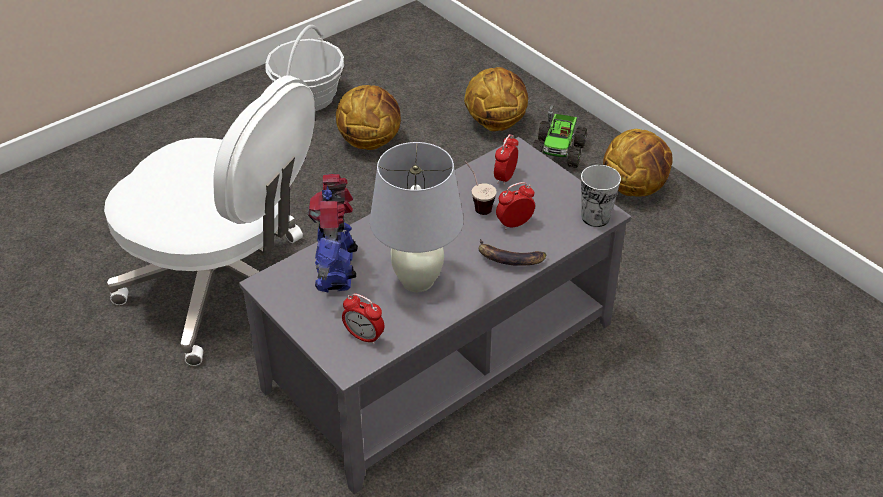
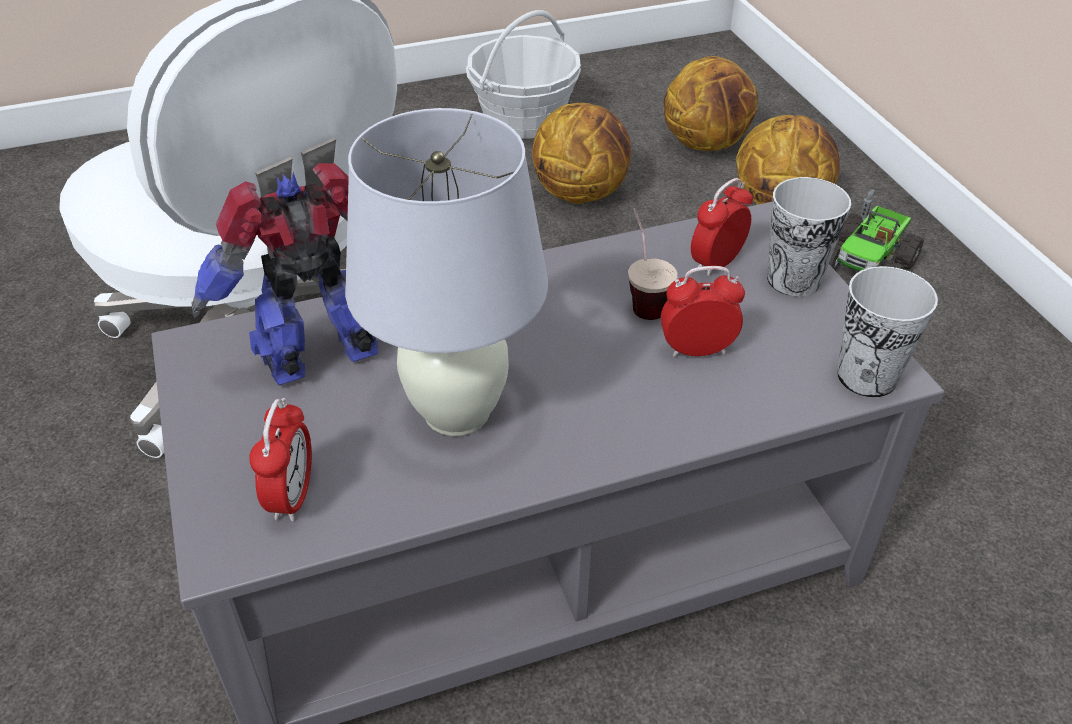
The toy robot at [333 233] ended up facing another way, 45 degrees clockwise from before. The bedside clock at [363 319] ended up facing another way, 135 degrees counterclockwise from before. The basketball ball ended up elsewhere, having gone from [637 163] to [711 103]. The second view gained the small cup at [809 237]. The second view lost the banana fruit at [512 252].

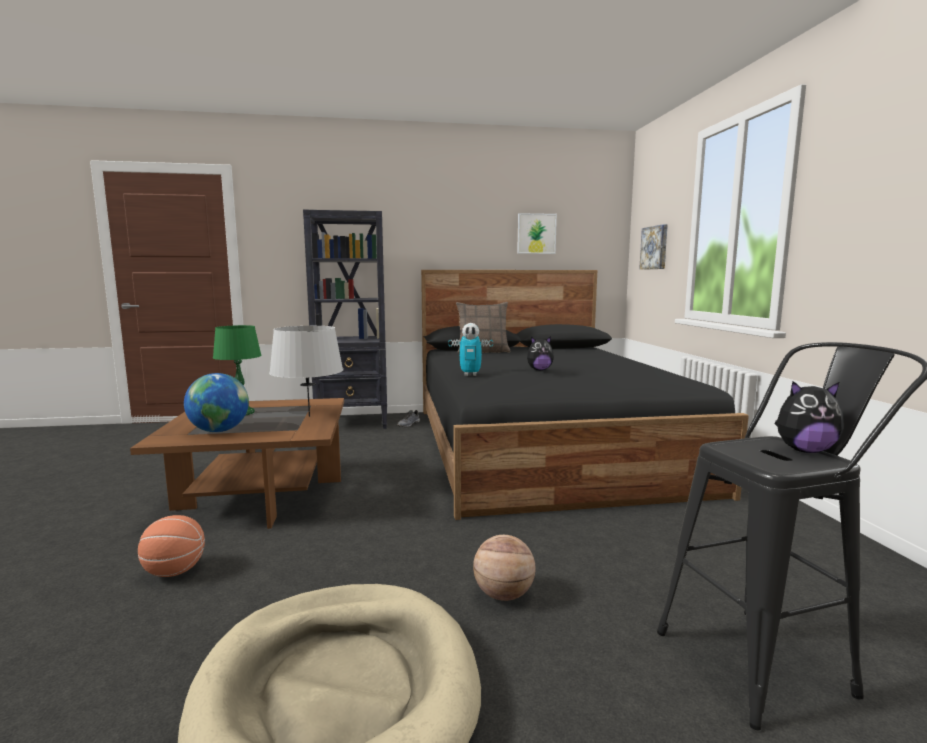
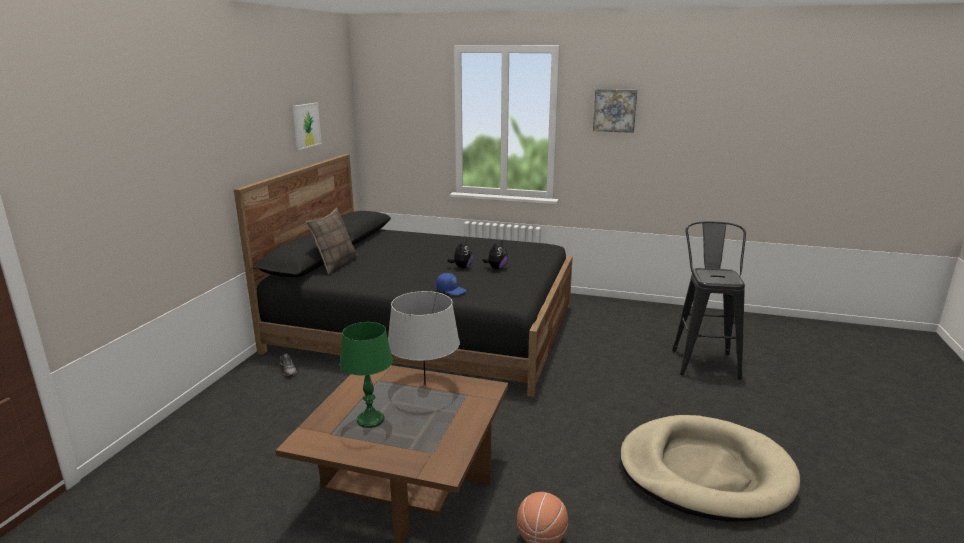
Where the toy robot stood at [470 349], the blue cap came to stand at [451 284]. The cuddly toy ended up elsewhere, having gone from [809 417] to [495 254]. The picture ended up elsewhere, having gone from [653 247] to [615 111]. The second view lost the desk globe at [216 402]. The second view lost the black-coloured bookcase at [345 319]. The second view lost the basketball ball at [504 568].

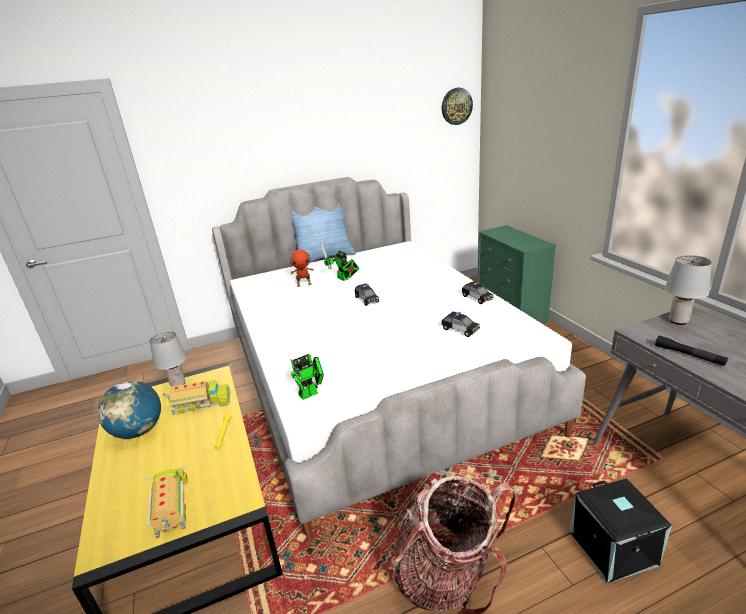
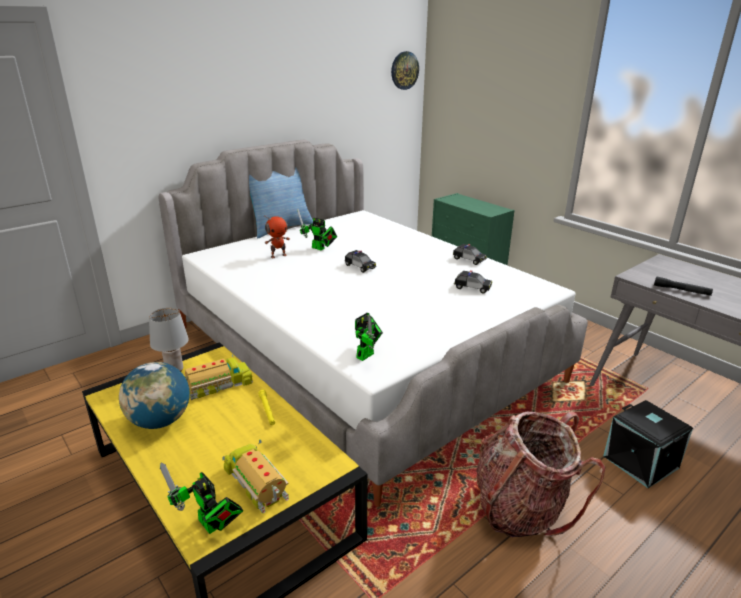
The second view gained the toy robot at [201 498]. The second view lost the gray table lamp at [688 290].

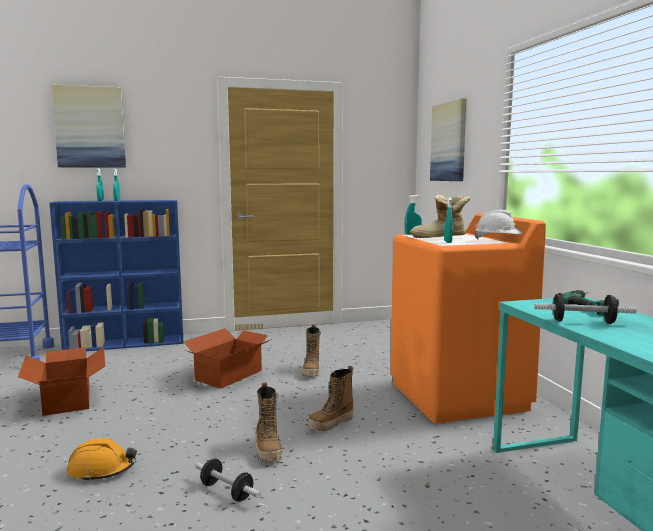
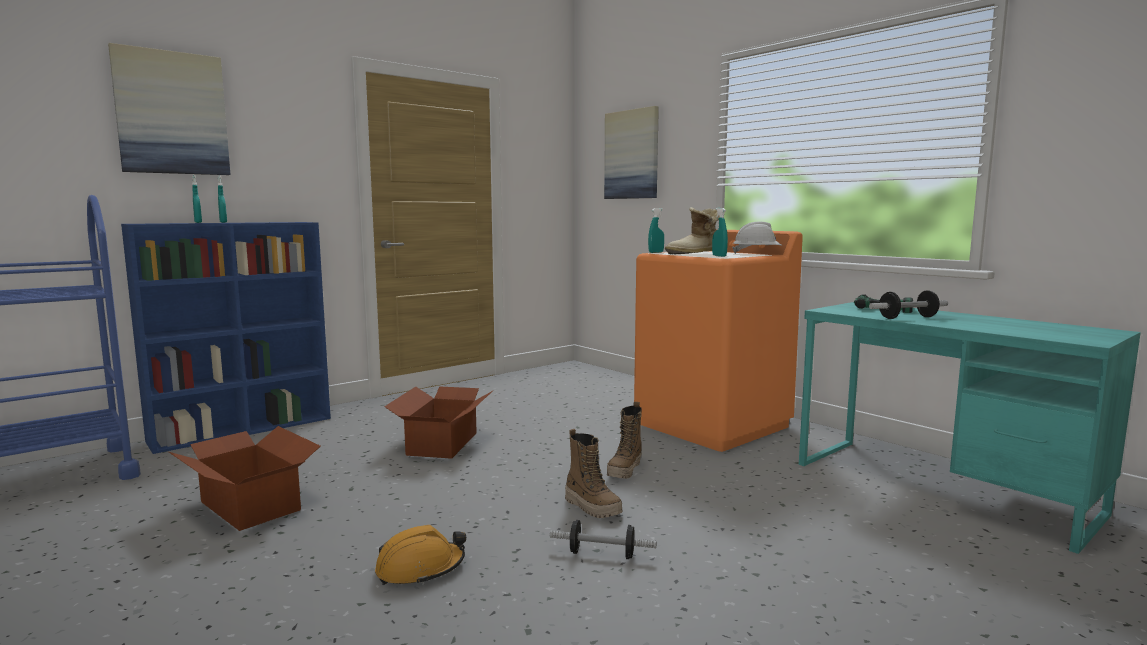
The second view lost the boot at [311 350].

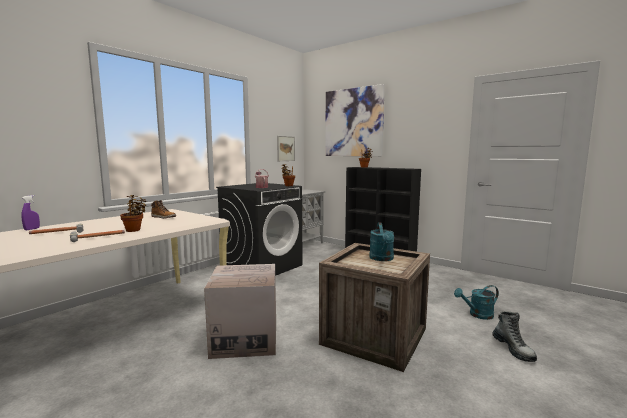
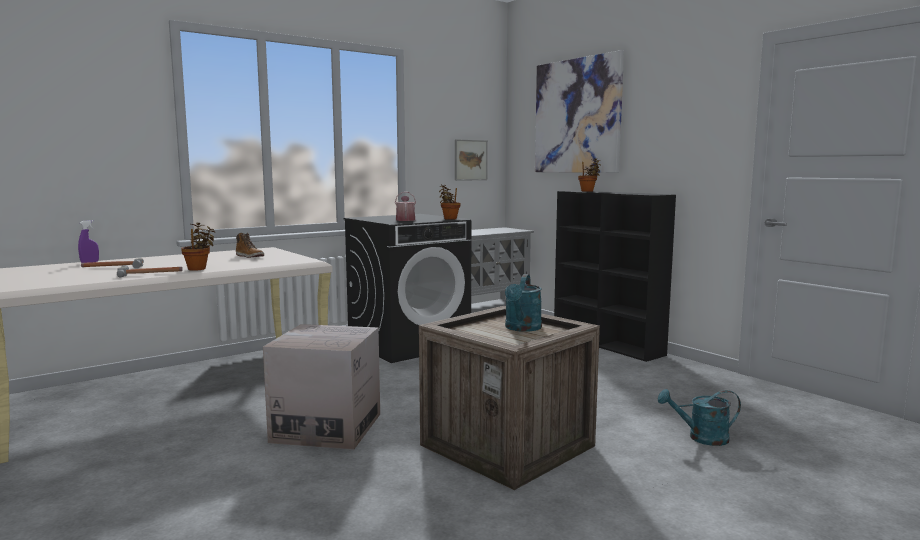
The second view lost the boot at [515 336].

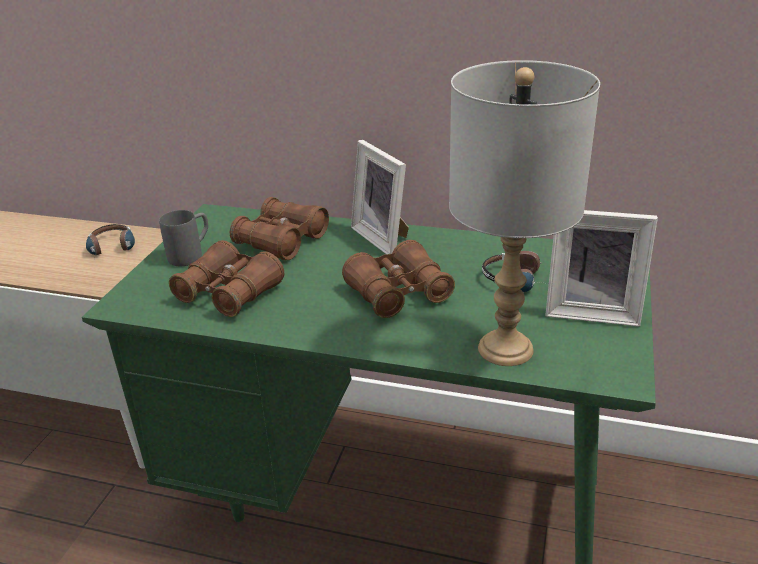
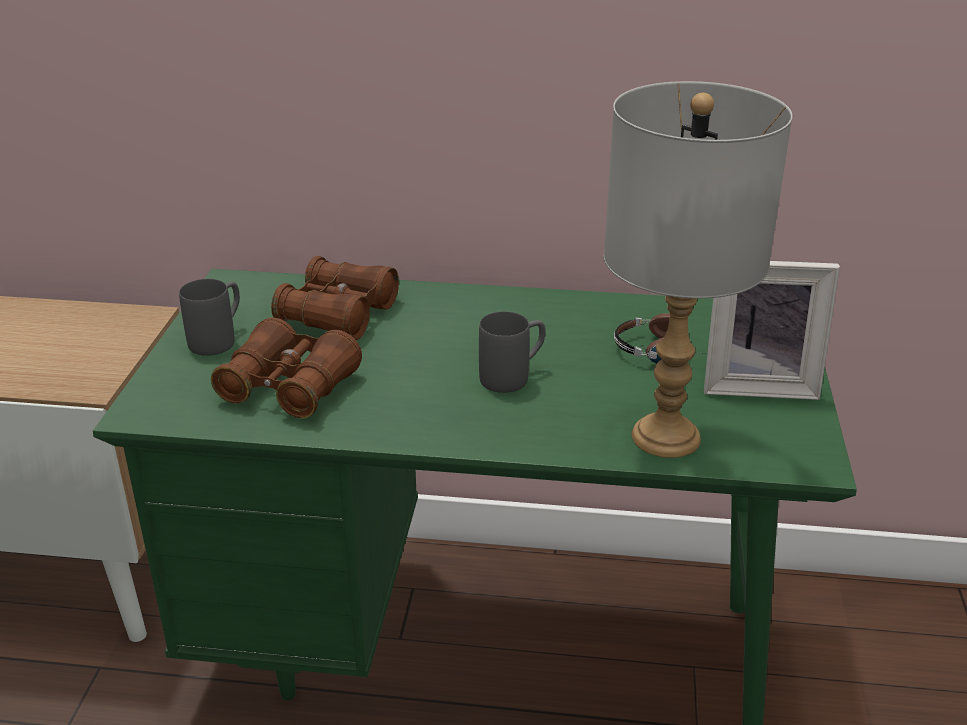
Where the brownish binoculars stood at [398 279], the gray coffee mug came to stand at [512 352]. The second view lost the headphones at [110 239]. The second view lost the picture frame at [380 197].

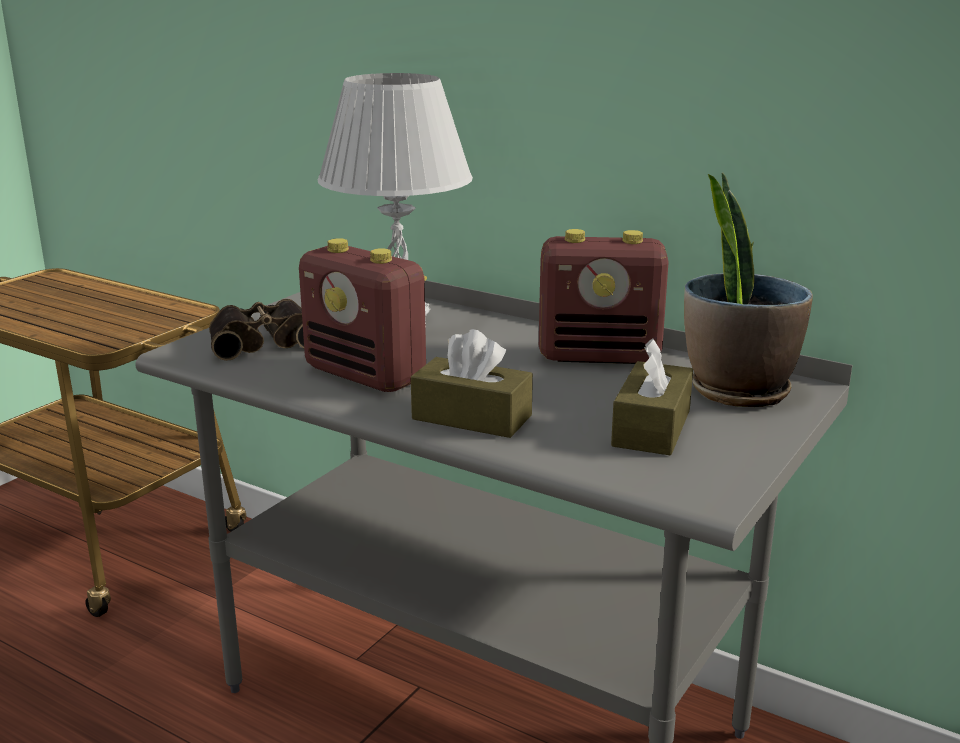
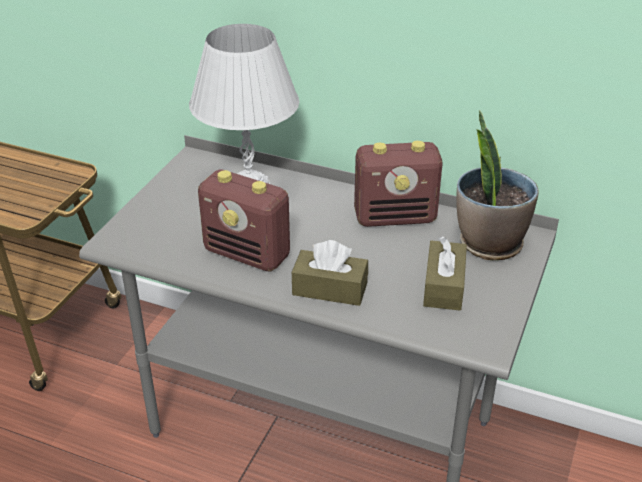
The second view lost the binoculars at [256 330].

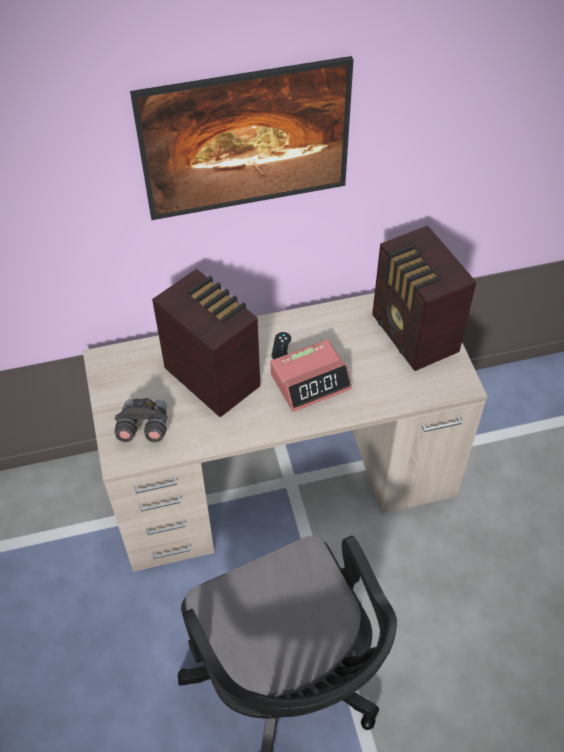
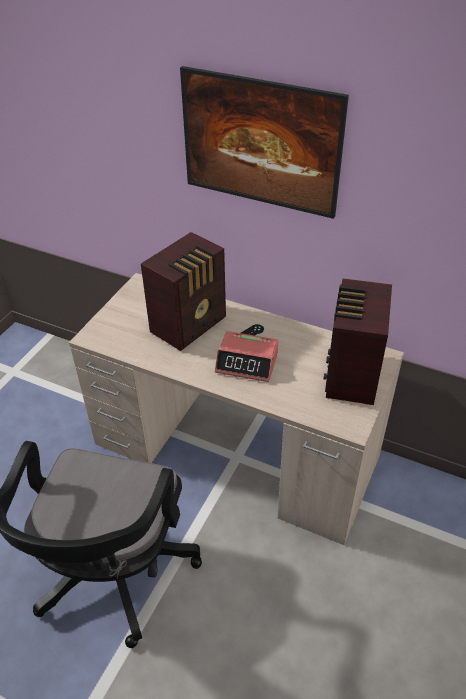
The radio receiver at [206 343] ended up facing another way, 45 degrees clockwise from before. The second view lost the gray binoculars at [141 420].

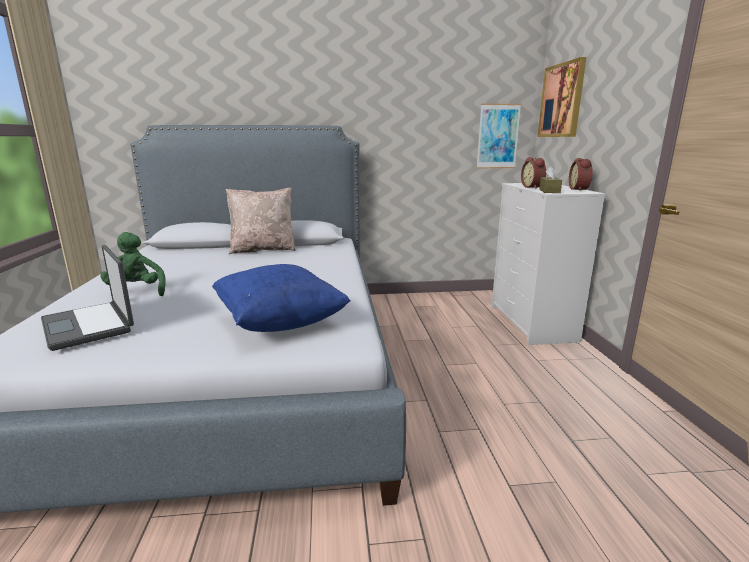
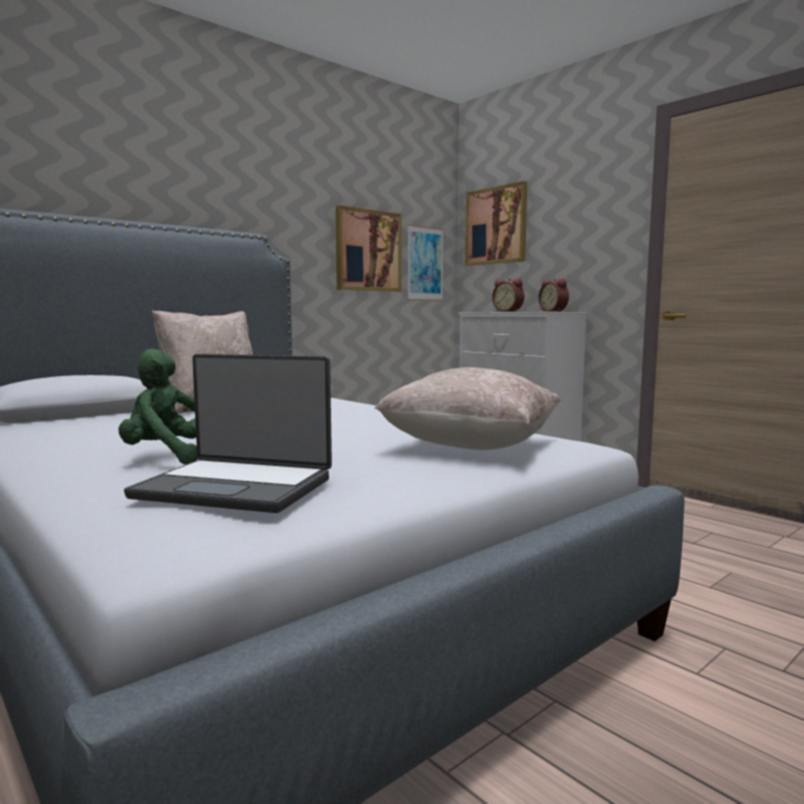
The second view gained the picture at [368 248]. What was the blue throw pillow at [281 298] turned into the beige throw pillow at [468 408]. The second view lost the brownish tissue box at [550 179].

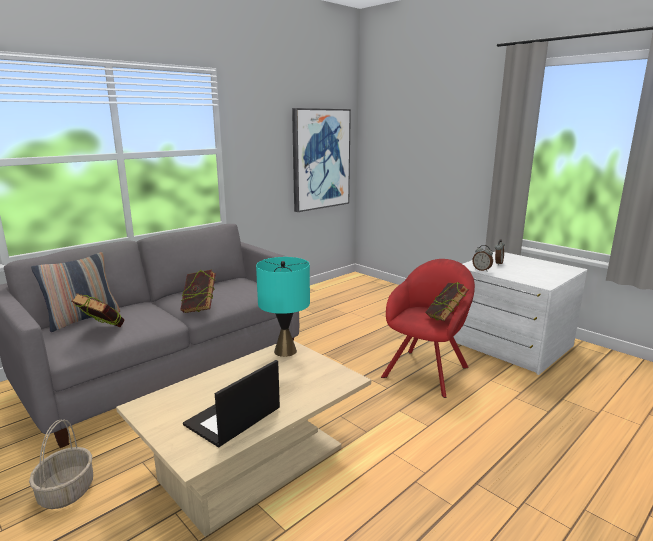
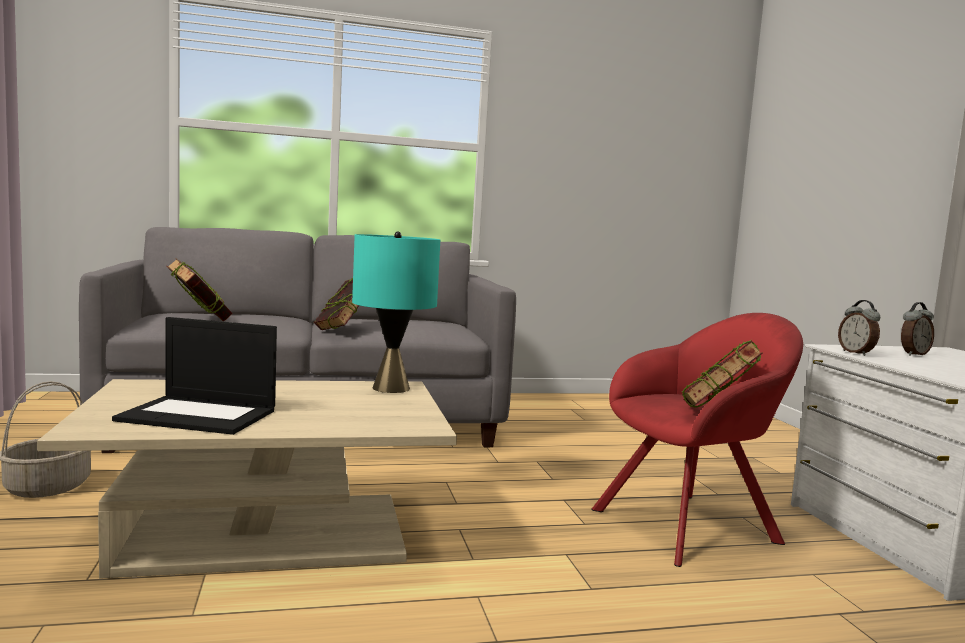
The portable computer at [231 403] ended up facing another way, 150 degrees counterclockwise from before. The second view lost the throw pillow at [75 292]. The second view lost the picture at [321 160].

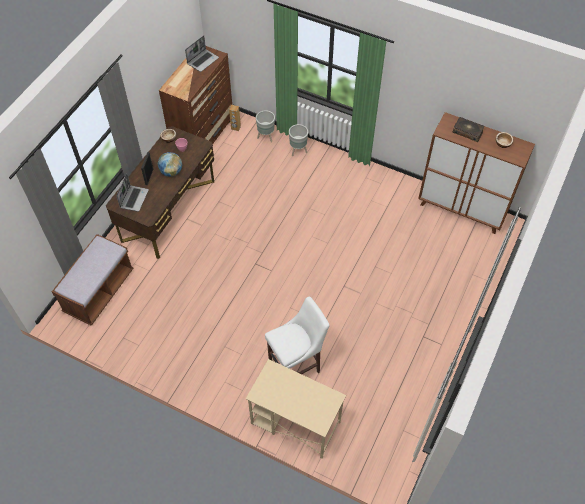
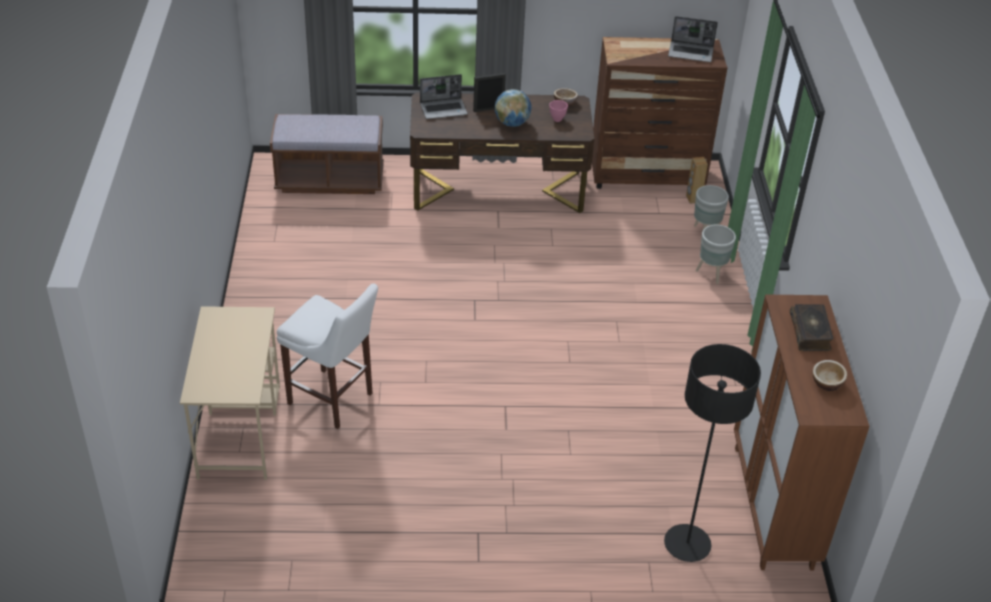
The second view gained the black-coloured standing lamp at [712 453].

